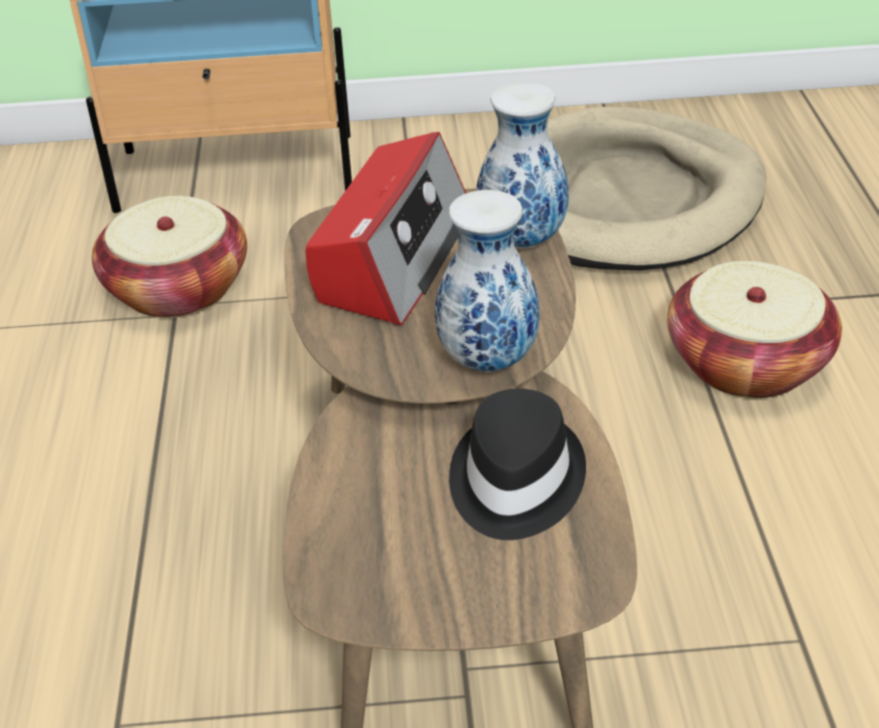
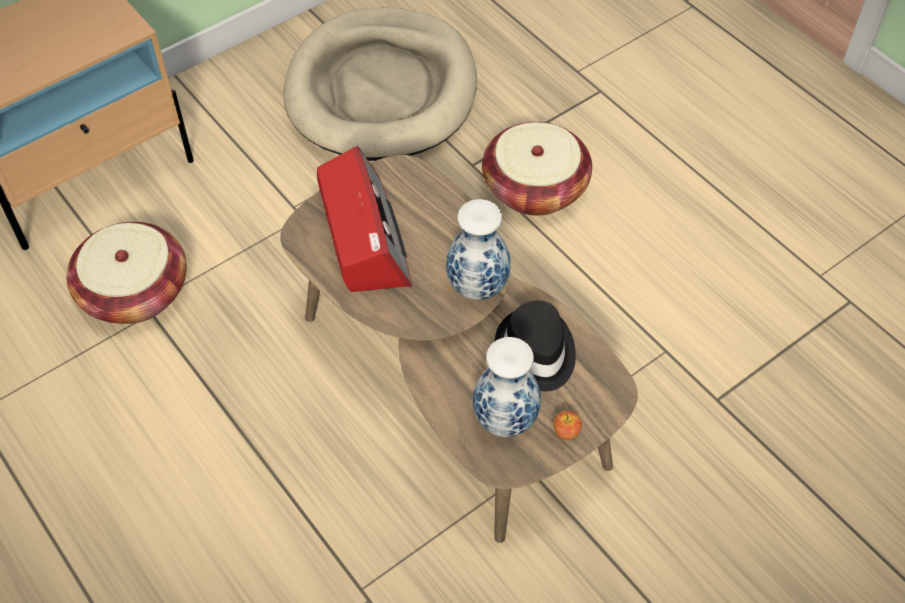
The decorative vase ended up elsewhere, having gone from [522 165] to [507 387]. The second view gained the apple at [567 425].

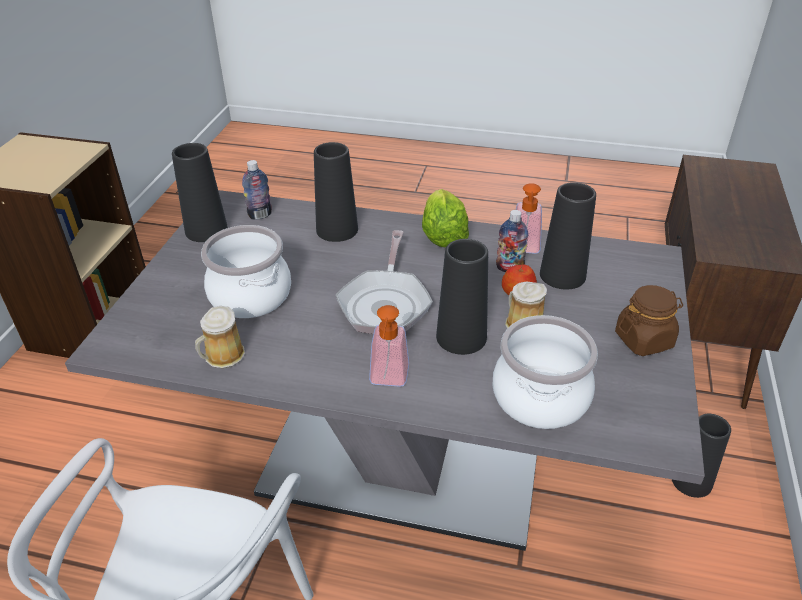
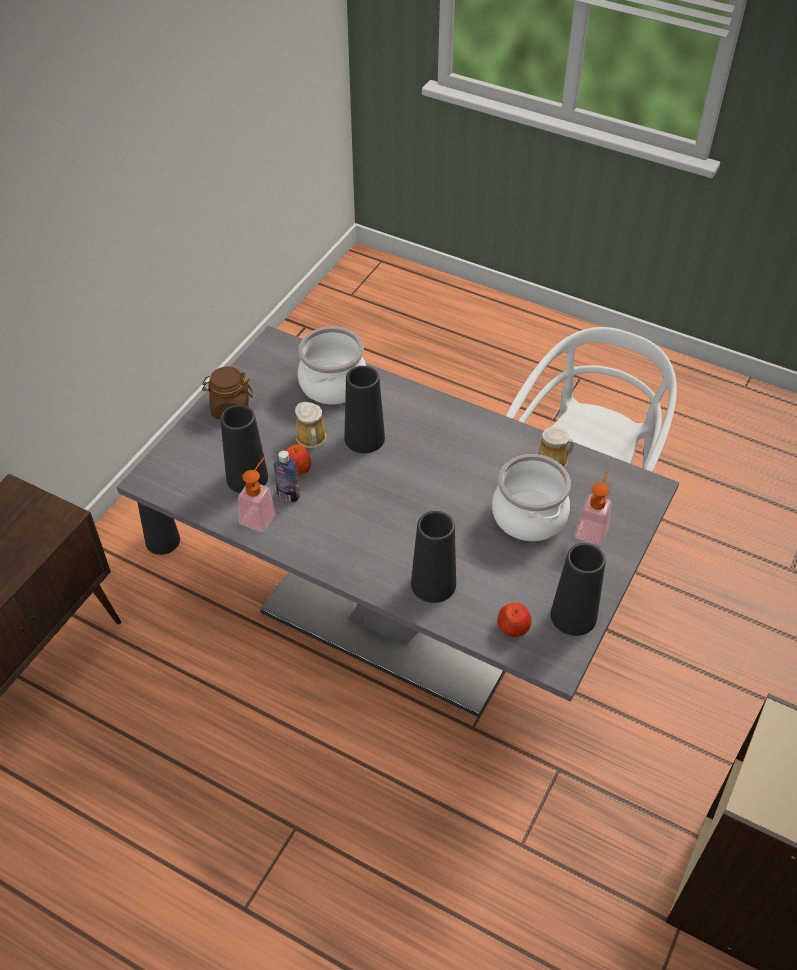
Where the bottle stood at [257 190], the apple came to stand at [514 620]. The soap dispenser ended up elsewhere, having gone from [389 346] to [592 507]. The second view lost the frying pan at [384 282]. The second view lost the head of lettuce at [445 218].

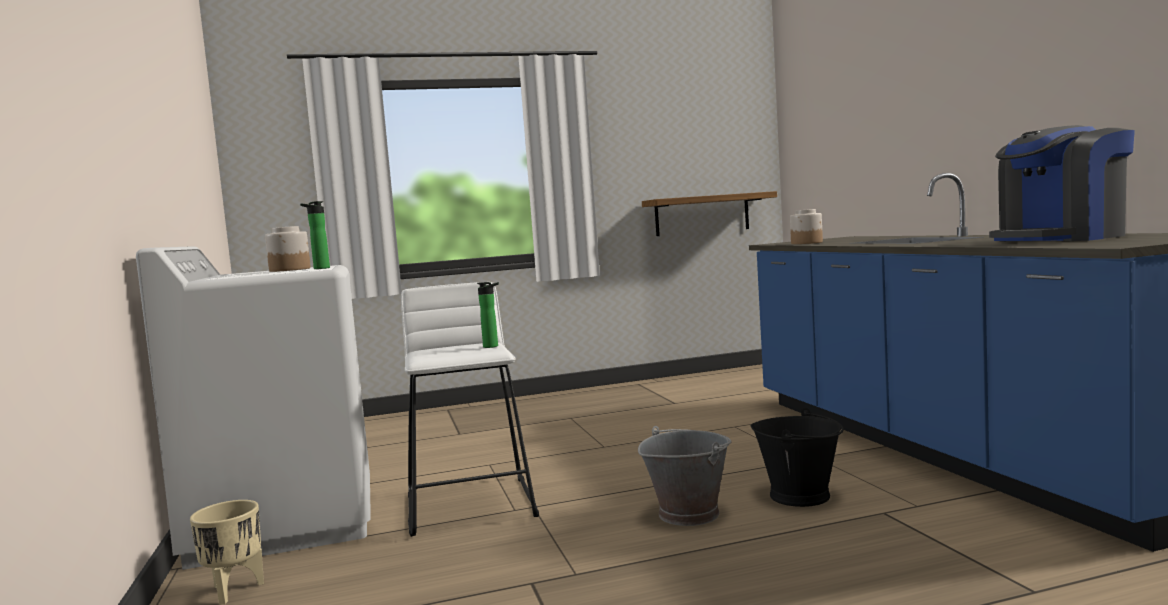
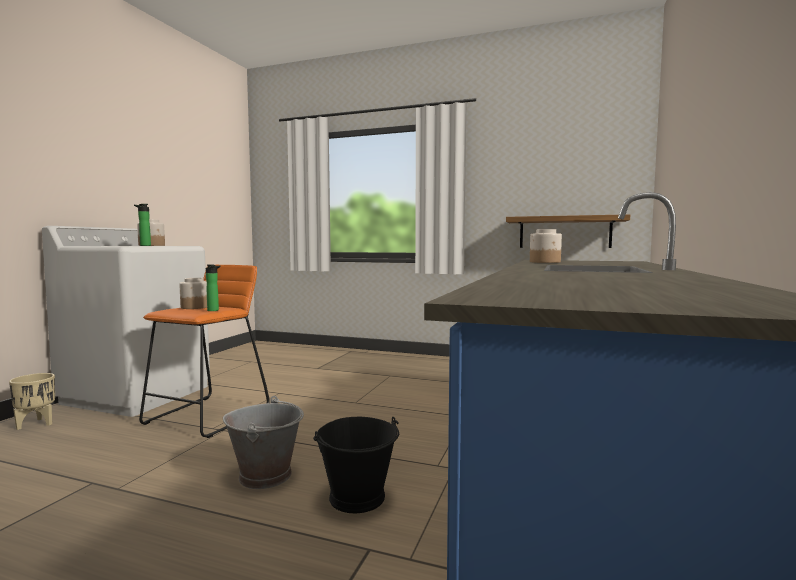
What was the whitish sitting stool at [470 409] turned into the orangey sitting stool at [204 351]. The second view gained the jar at [193 293]. The second view lost the coffee machine at [1062 183].

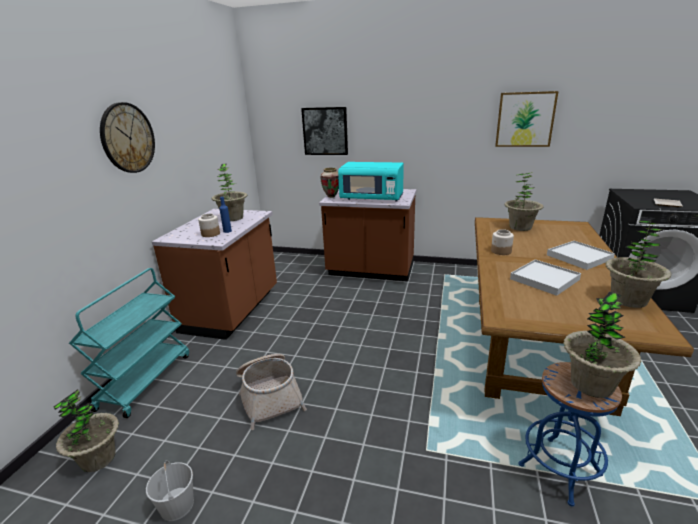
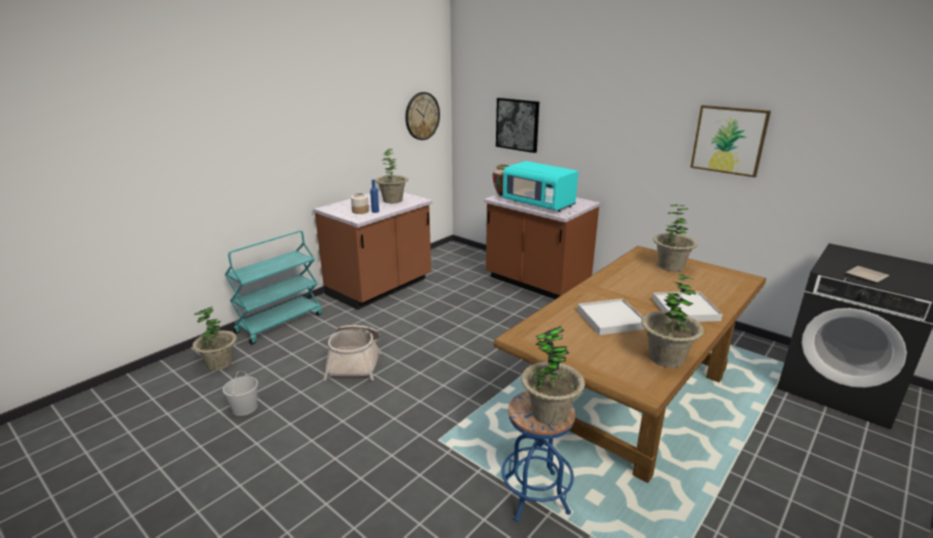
The wall clock ended up elsewhere, having gone from [127 137] to [422 116]. The second view lost the jar at [502 242].

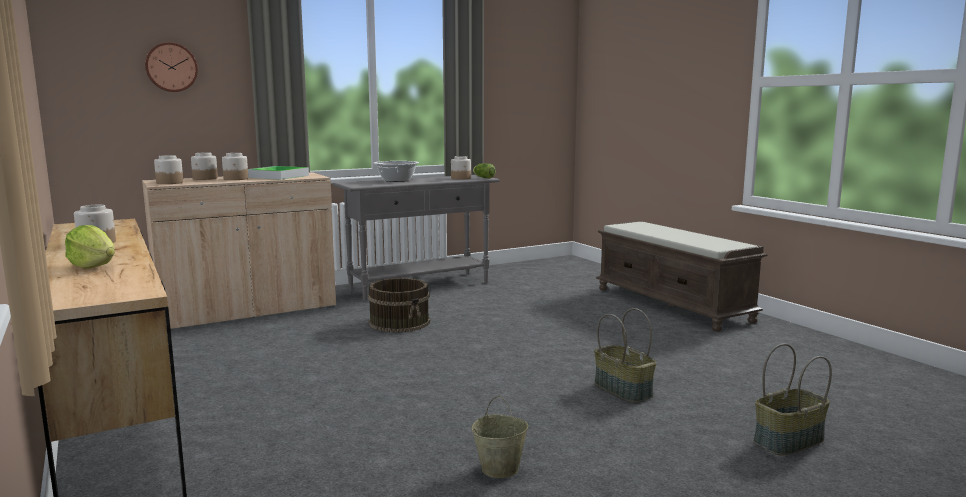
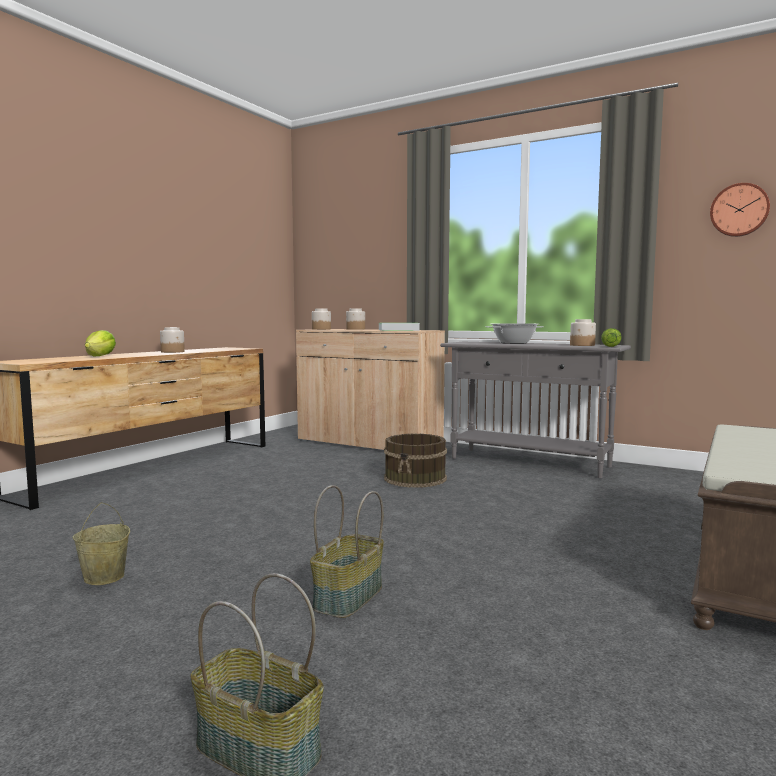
The wall clock ended up elsewhere, having gone from [171 67] to [740 210]. The second view lost the jar at [235 166].

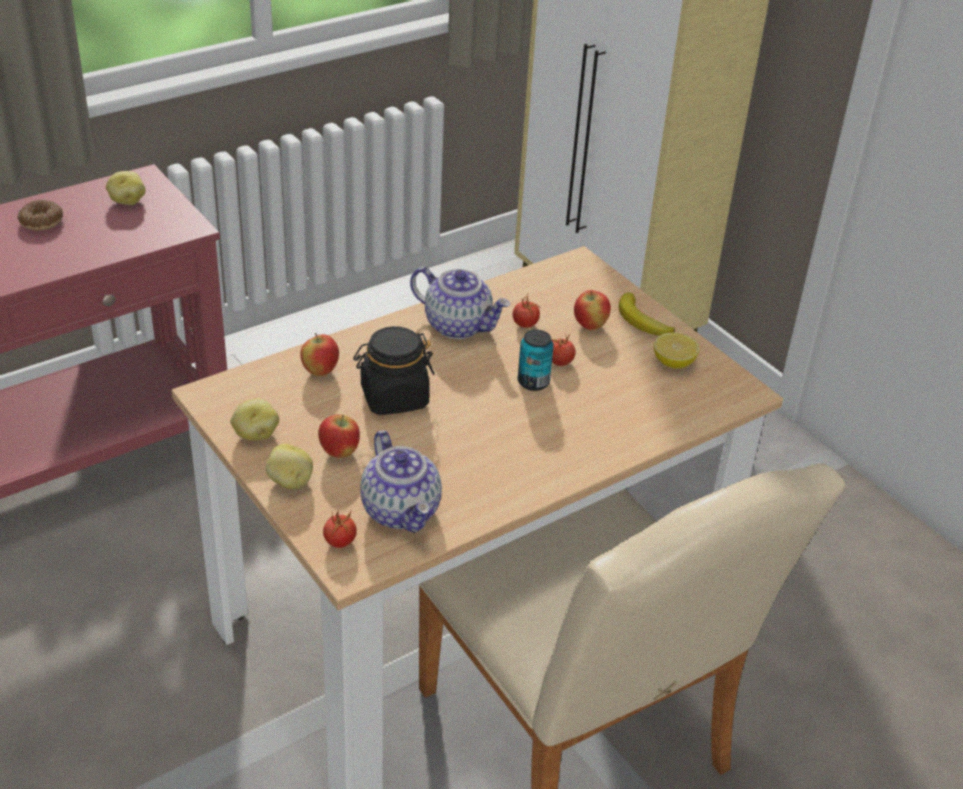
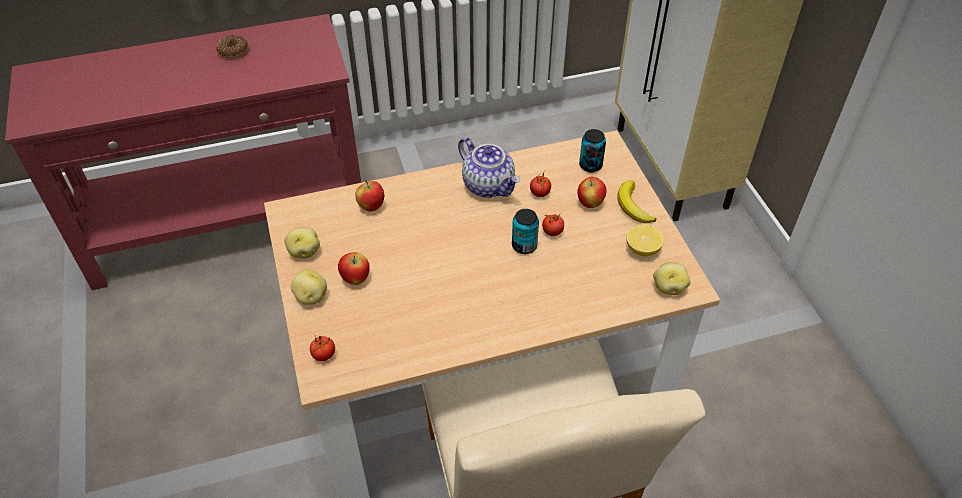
The second view gained the can at [592 150]. The potato ended up elsewhere, having gone from [126 188] to [671 278]. The second view lost the black-coloured jar at [394 370]. The second view lost the pot for tea at [401 481].

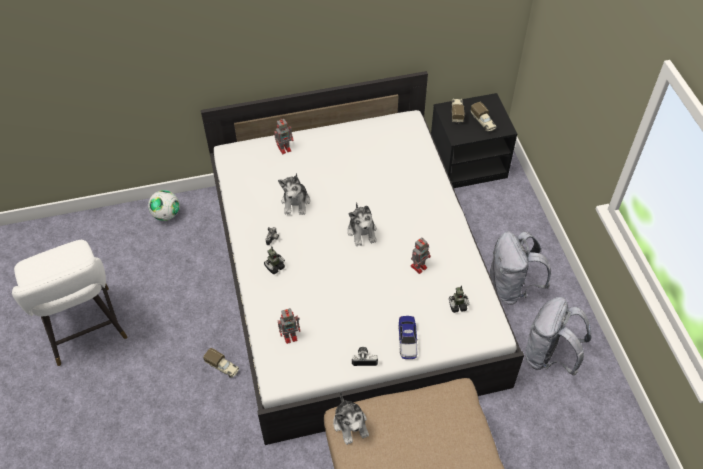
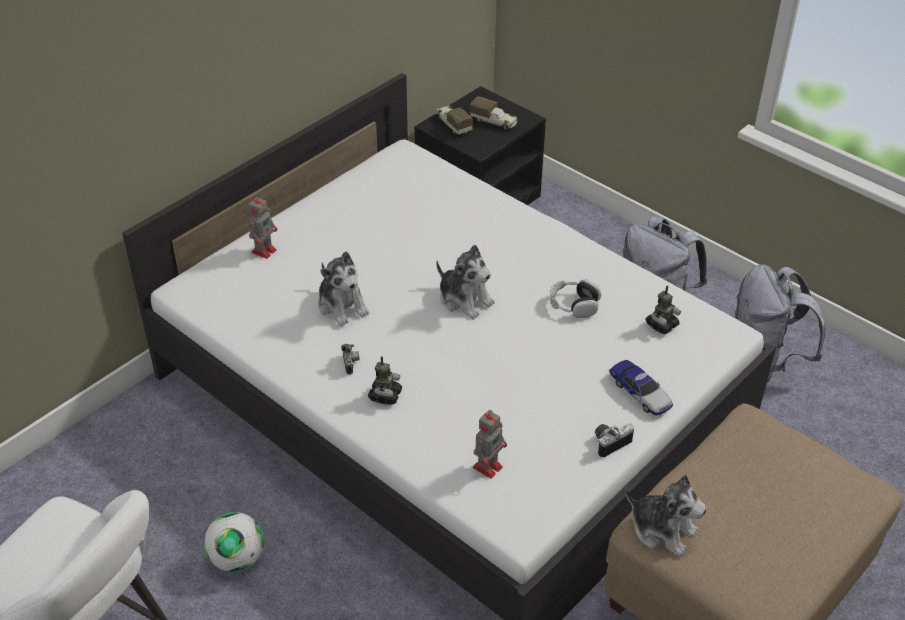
The football ended up elsewhere, having gone from [163 205] to [234 542]. Where the toy robot stood at [420 255], the headphones came to stand at [575 298]. The second view lost the toy lorry at [221 363].

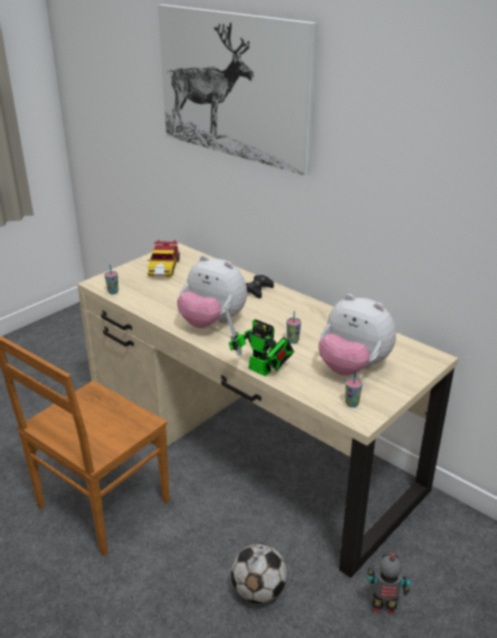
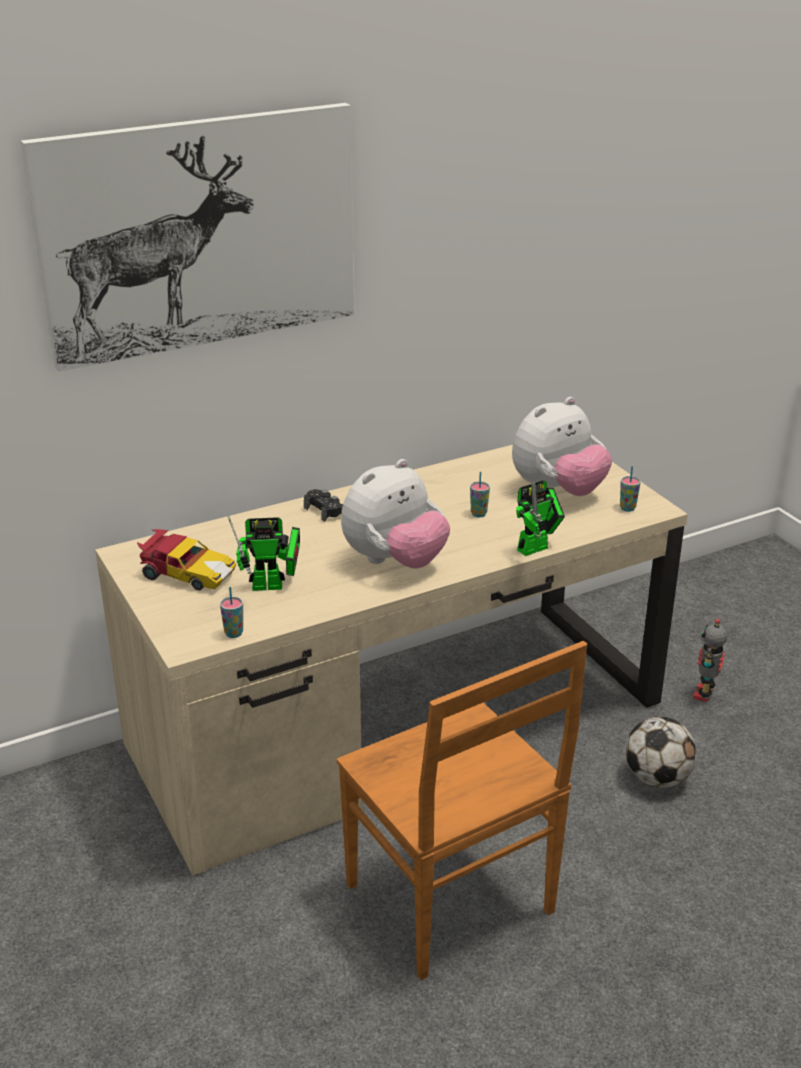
The second view gained the toy robot at [263 552].

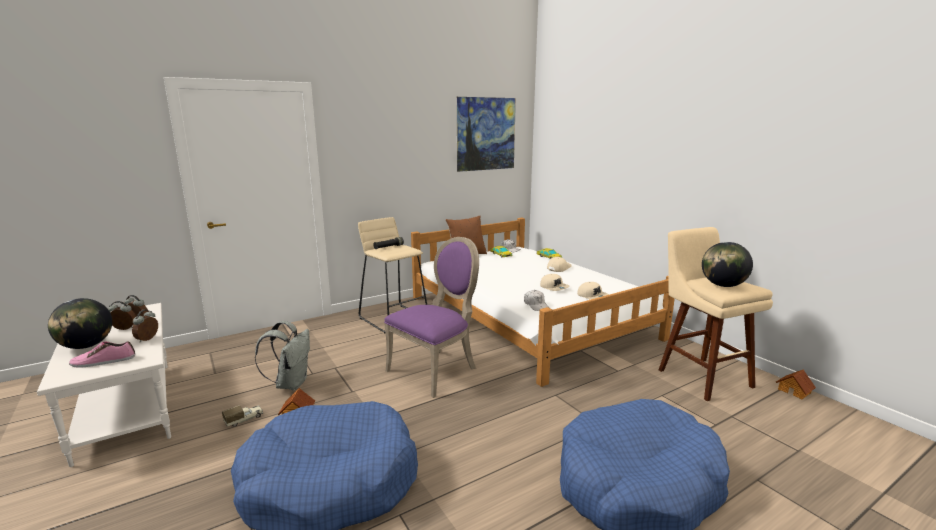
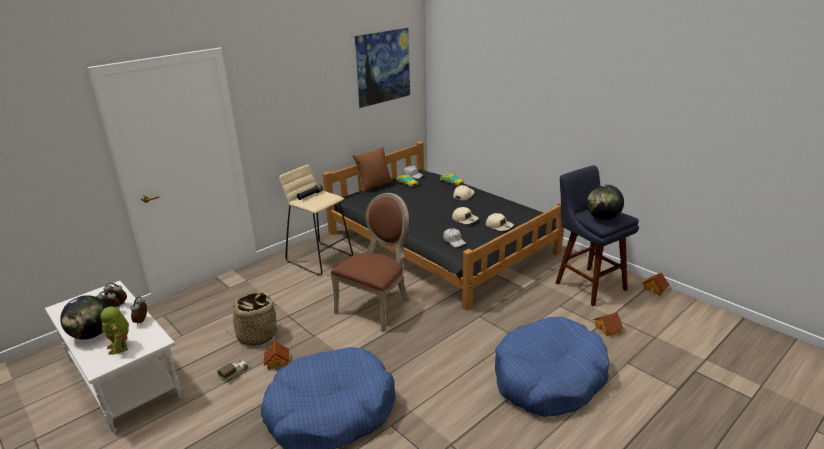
Where the low shoe stood at [102 354], the toy robot came to stand at [114 330]. Where the gray knapsack stood at [282 355], the basket came to stand at [253 318]. What was the whitish bedroom bed at [543 302] turned into the black-coloured bedroom bed at [443 226]. What was the purple-coloured upright chair at [431 317] turned into the brownish upright chair at [370 262]. What was the beige sitting stool at [716 314] turned into the blue sitting stool at [597 235]. The second view gained the miniature house at [608 324].

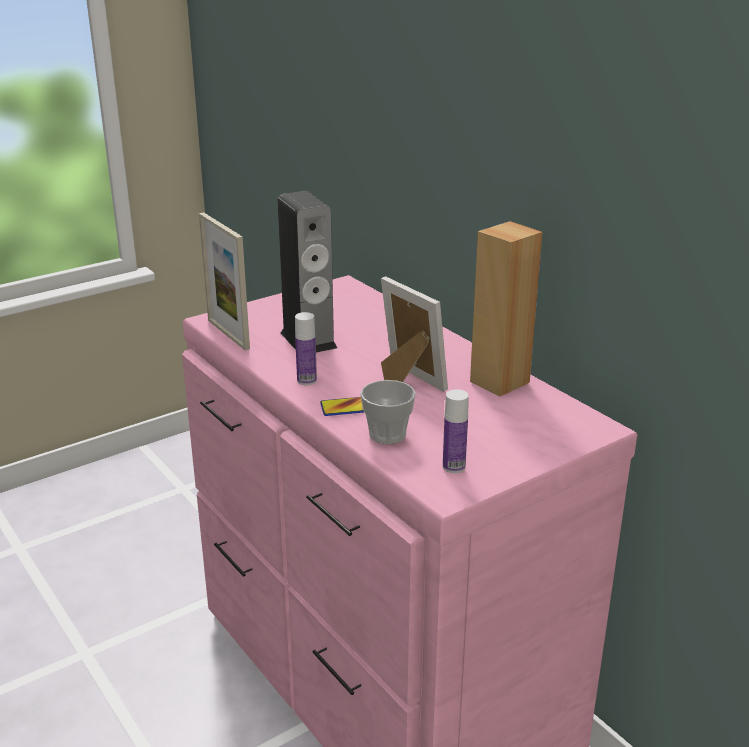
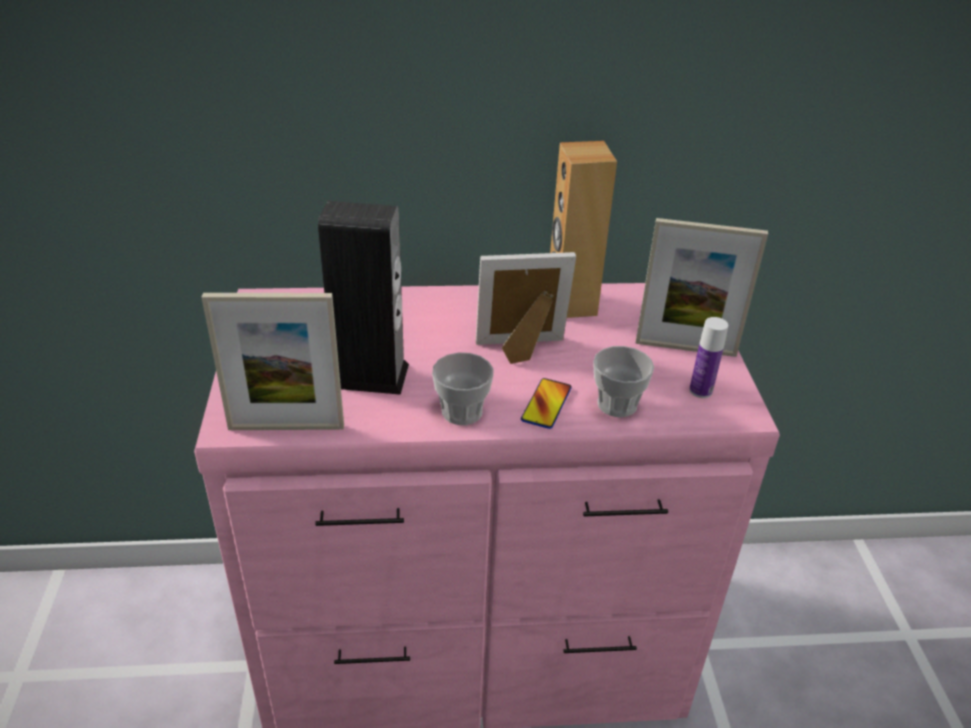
Where the bottle stood at [306 348], the small cup came to stand at [463 388]. The second view gained the picture frame at [701 287].

